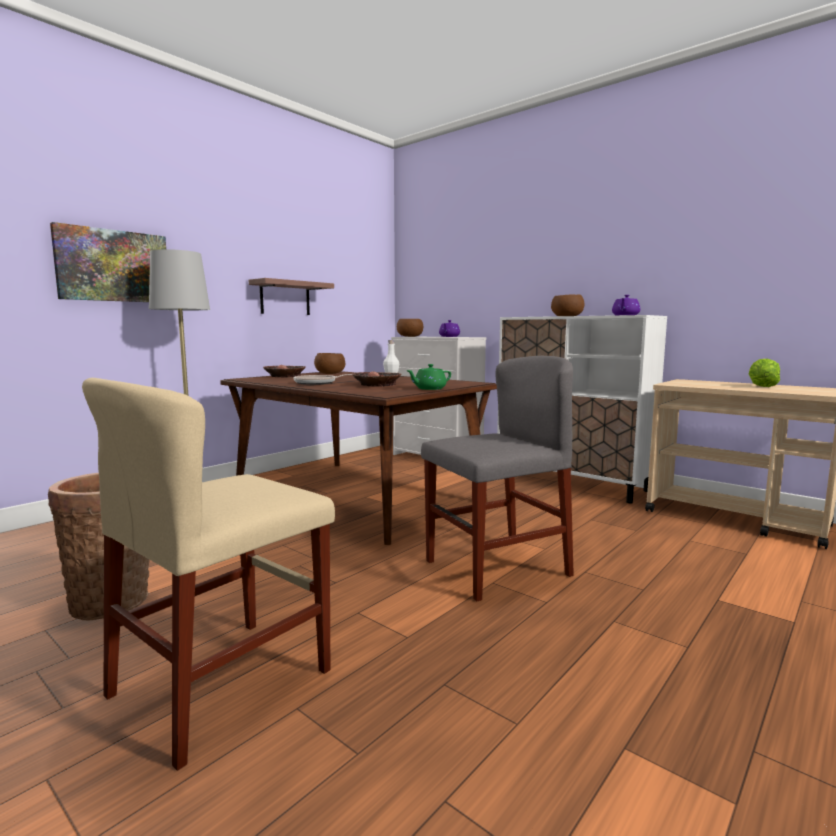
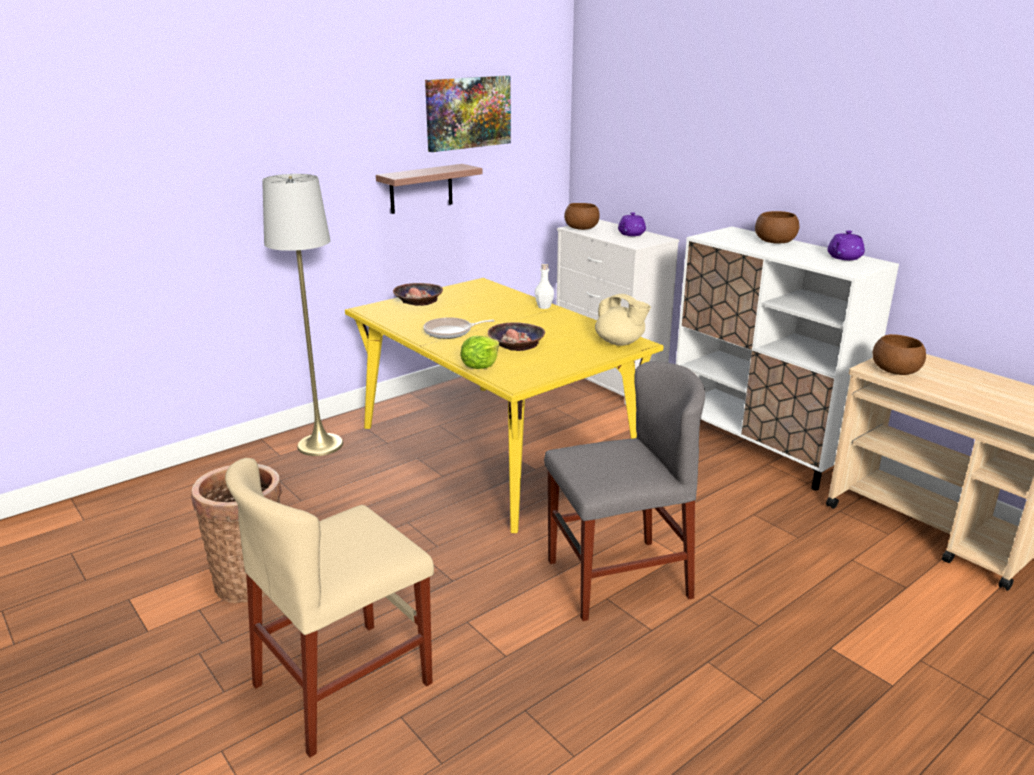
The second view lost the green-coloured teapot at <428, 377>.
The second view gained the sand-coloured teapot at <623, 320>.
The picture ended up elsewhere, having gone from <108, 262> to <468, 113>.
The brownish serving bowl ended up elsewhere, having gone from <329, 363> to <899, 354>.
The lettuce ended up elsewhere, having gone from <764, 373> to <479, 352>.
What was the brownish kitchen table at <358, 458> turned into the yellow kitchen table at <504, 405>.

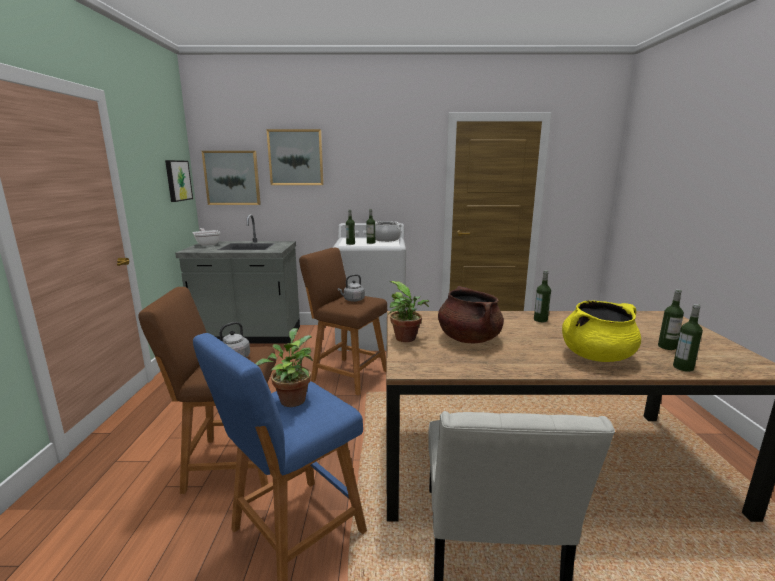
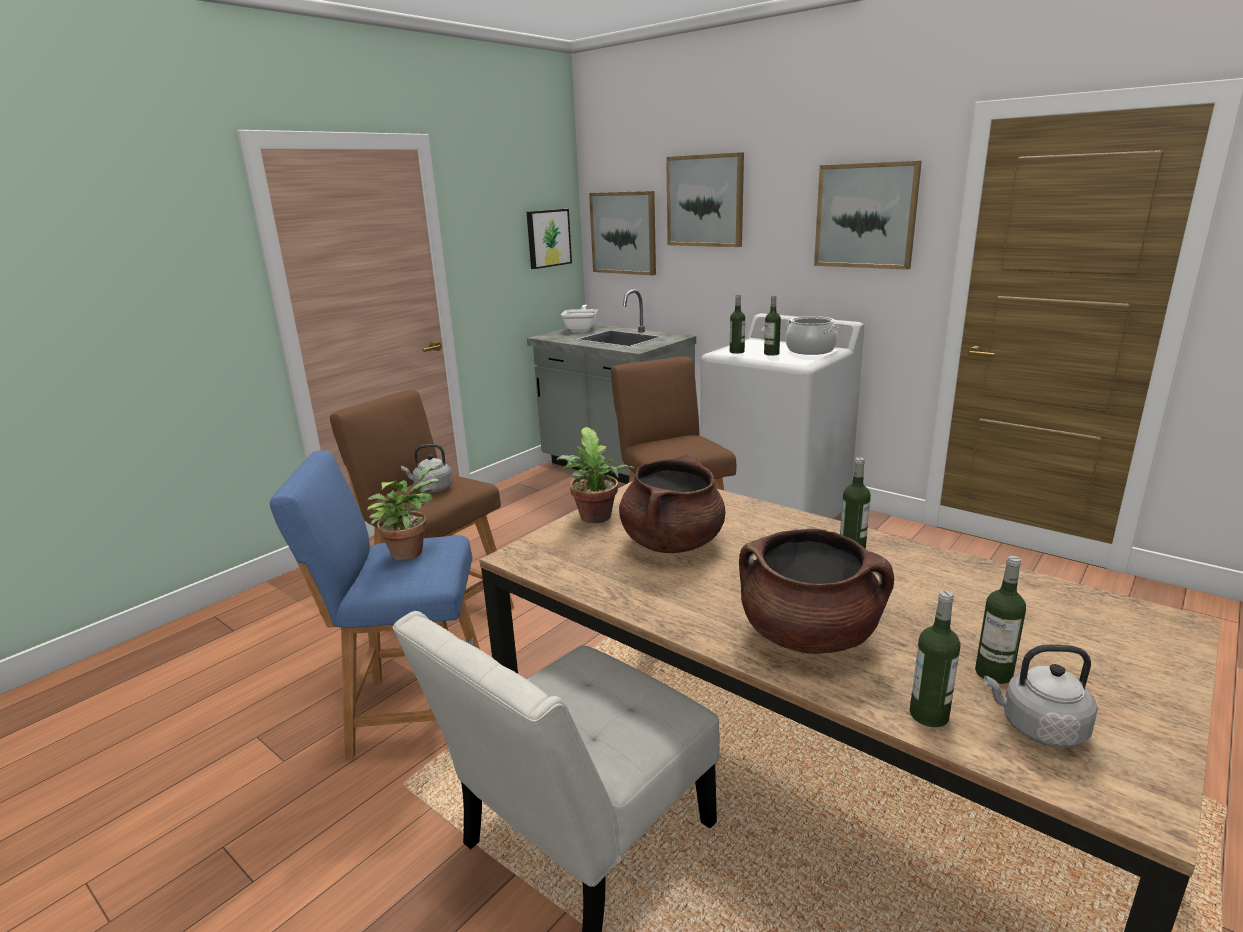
The second view gained the picture at <868, 215>.
The grey kettle ended up elsewhere, having gone from <351, 288> to <1040, 696>.
What was the yellow cooking pot at <601, 331> turned into the brownish cooking pot at <816, 591>.

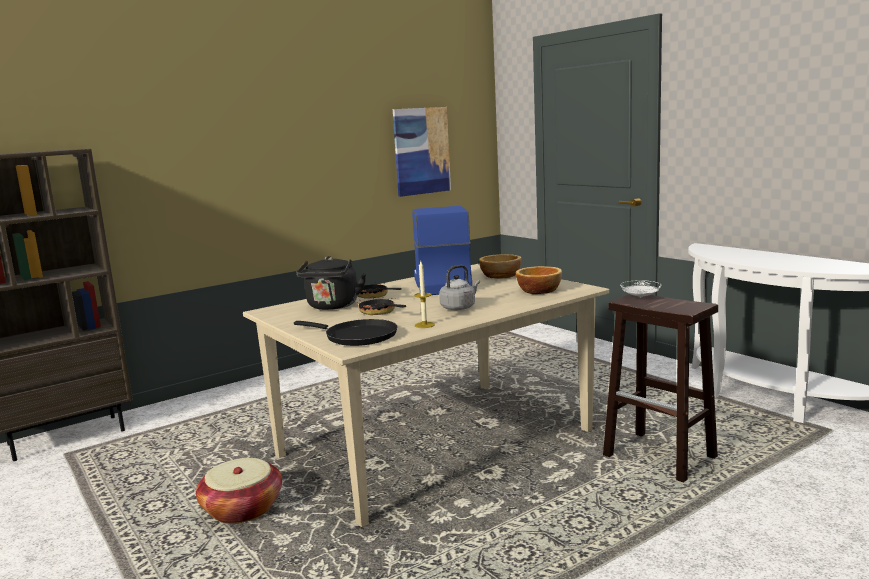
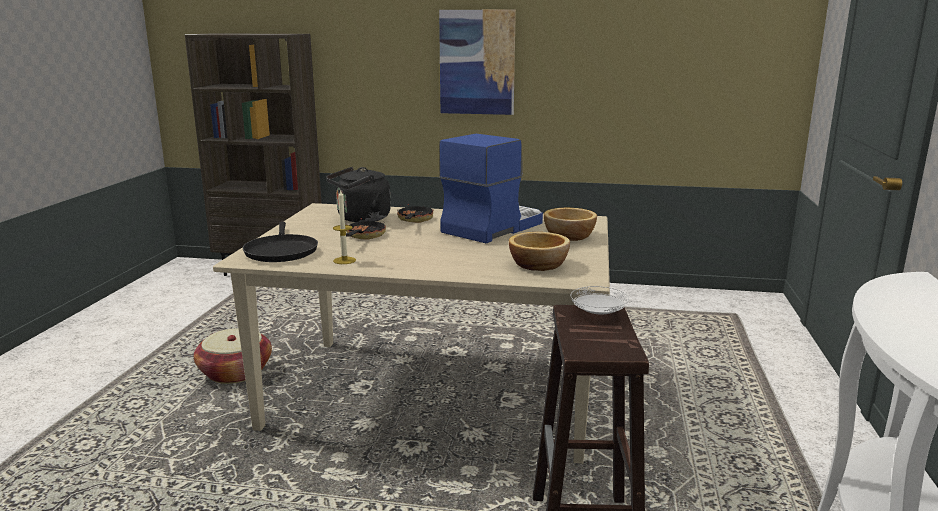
The second view lost the grey kettle at <459, 287>.
The picture ended up elsewhere, having gone from <422, 152> to <477, 62>.

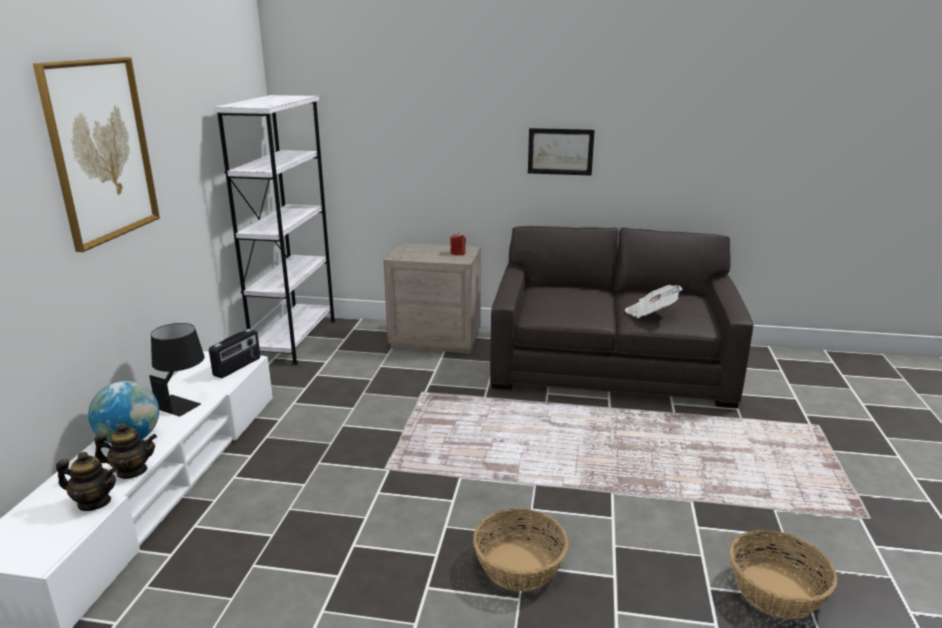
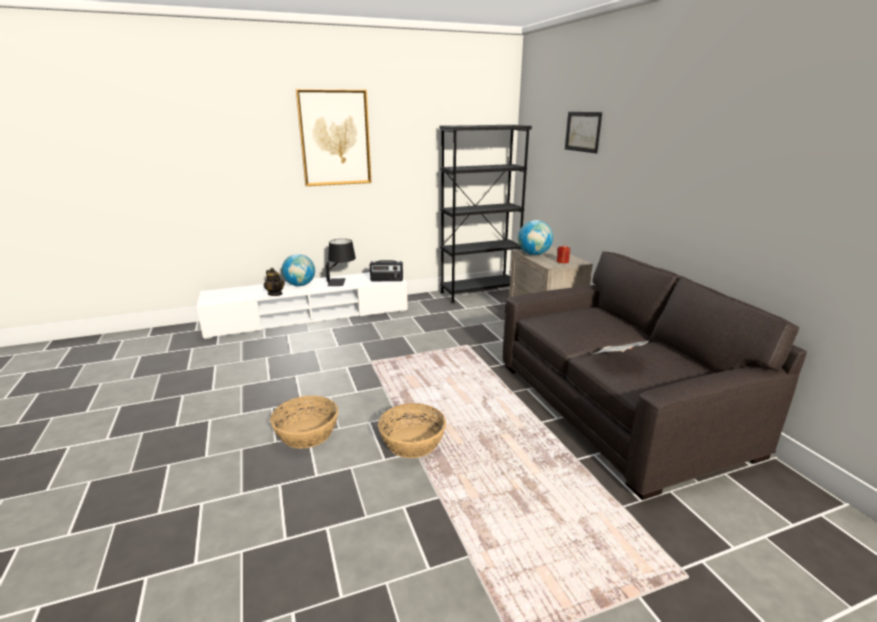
The second view lost the teapot at <86, 481>.
The second view gained the desk globe at <535, 237>.
The picture ended up elsewhere, having gone from <561, 152> to <583, 132>.
The basket ended up elsewhere, having gone from <783, 574> to <412, 430>.
What was the white bookcase at <274, 230> turned into the black bookcase at <485, 214>.

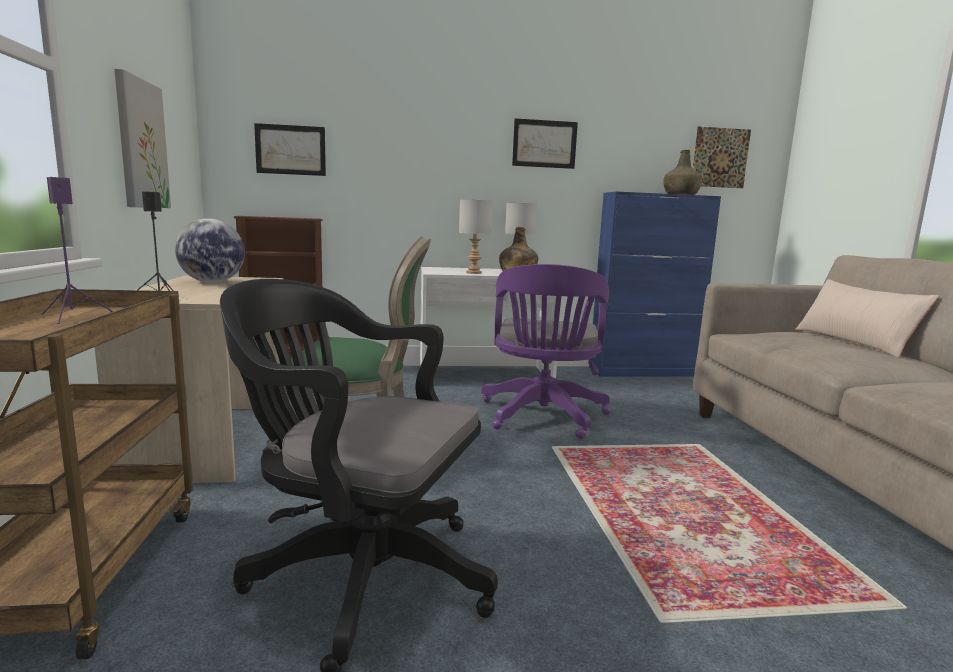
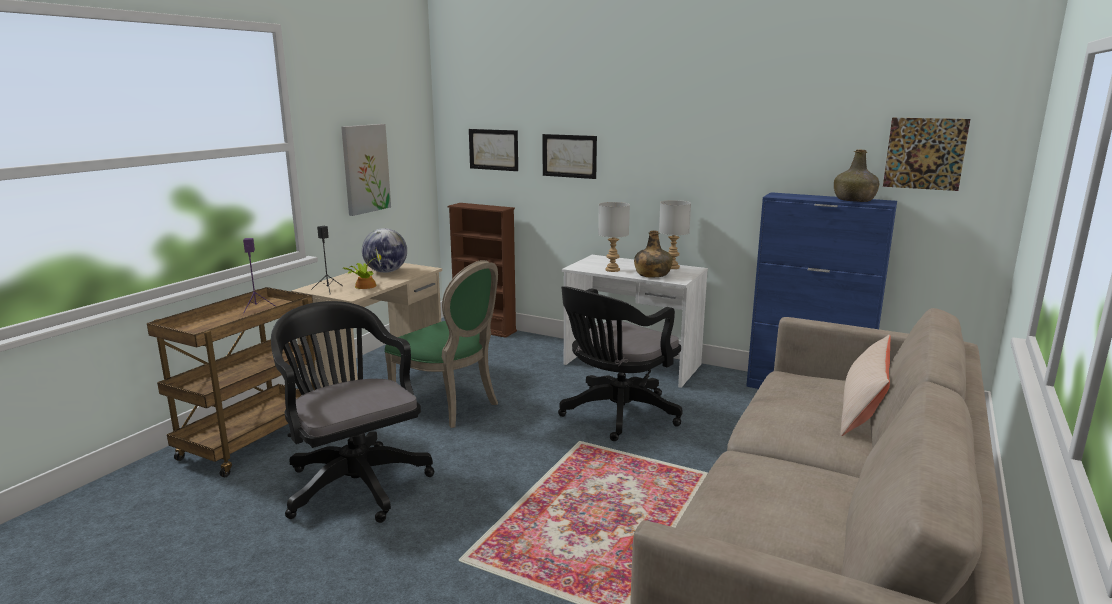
The second view gained the houseplant at <362, 268>.
The picture ended up elsewhere, having gone from <545, 143> to <569, 156>.
What was the purple desk chair at <546, 351> turned into the black desk chair at <620, 363>.

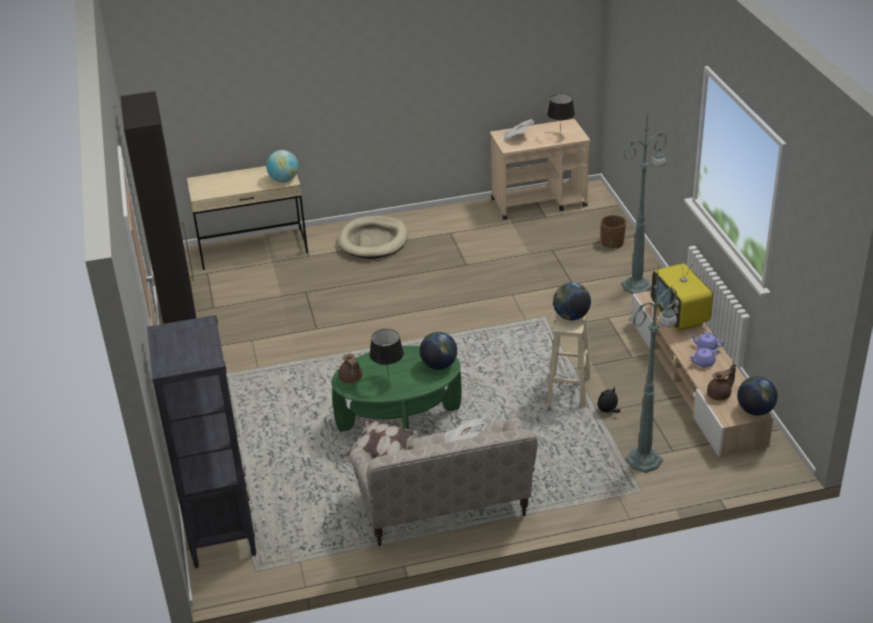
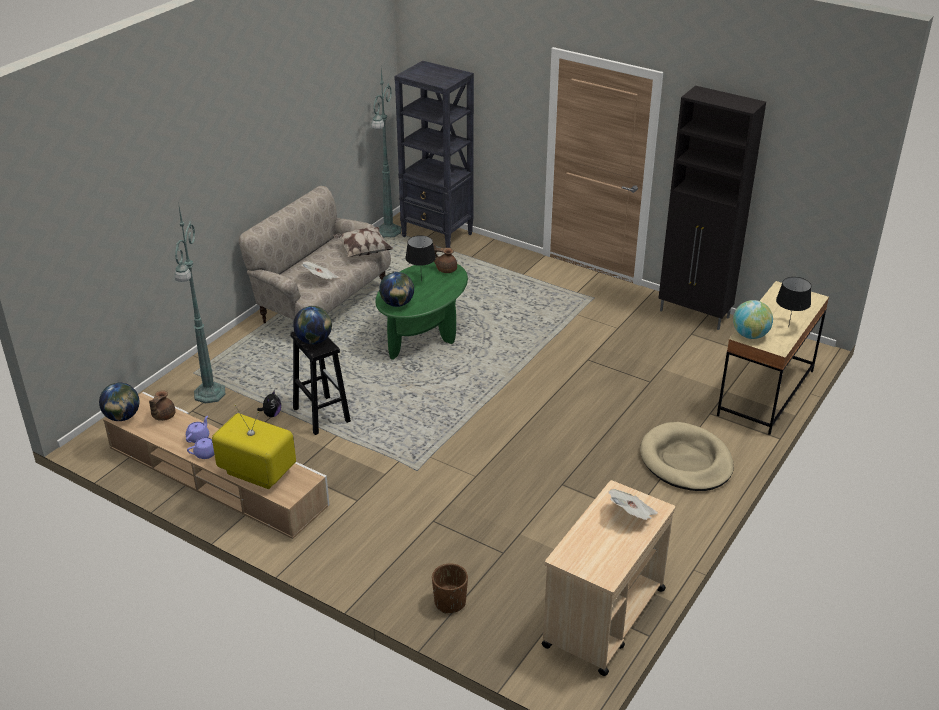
The black table lamp ended up elsewhere, having gone from <561, 115> to <793, 302>.
The green-coloured standing lamp ended up elsewhere, having gone from <644, 202> to <386, 153>.
What was the sand-coloured sitting stool at <568, 360> turned into the black sitting stool at <320, 383>.

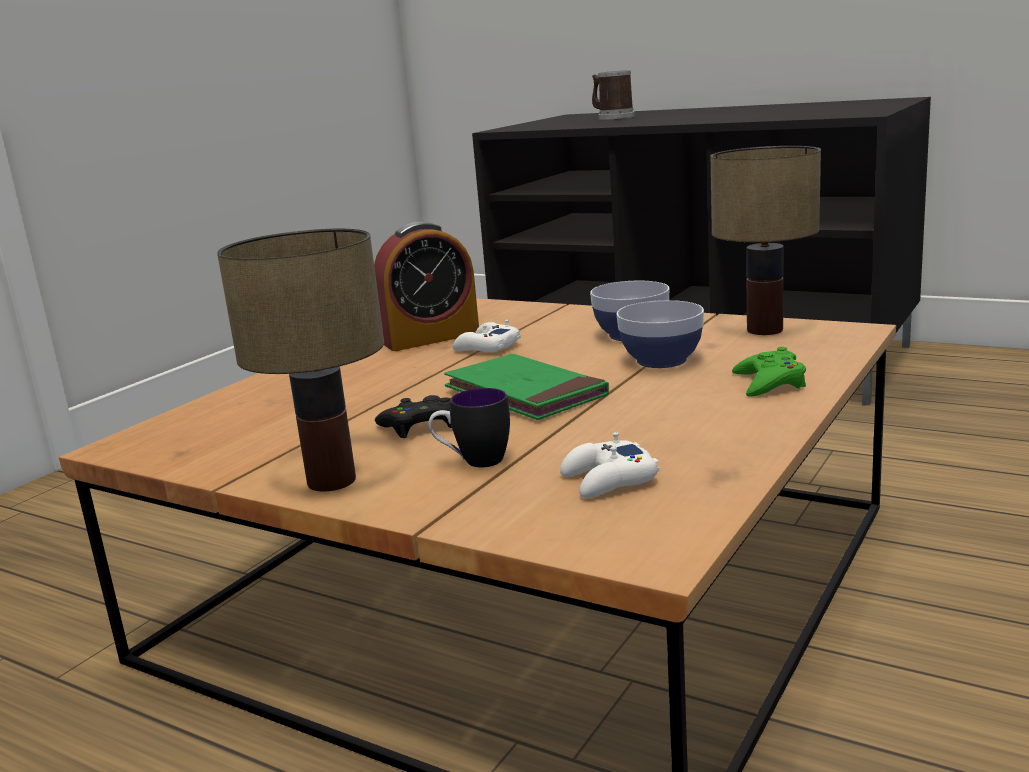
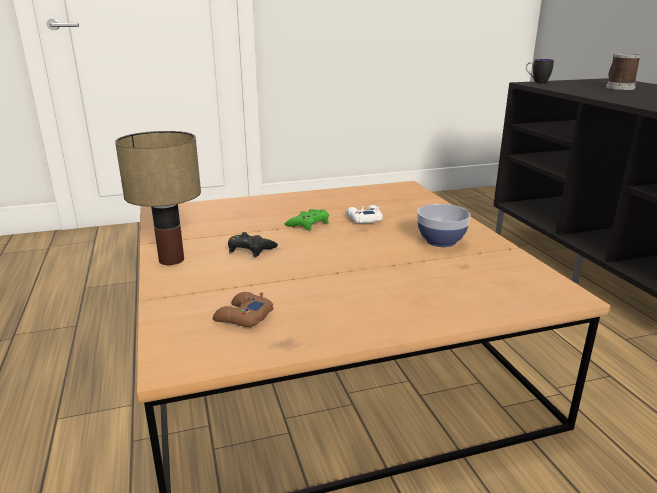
The second view lost the table clock at <426, 286>.
The second view lost the green-coloured bound book at <526, 387>.
The second view lost the serving bowl at <660, 334>.
The second view lost the table lamp at <765, 240>.
The tea mug ended up elsewhere, having gone from <469, 428> to <540, 71>.
The green-coloured game controller ended up elsewhere, having gone from <769, 372> to <307, 219>.
What was the white game controller at <609, 465> turned into the brownish game controller at <243, 309>.

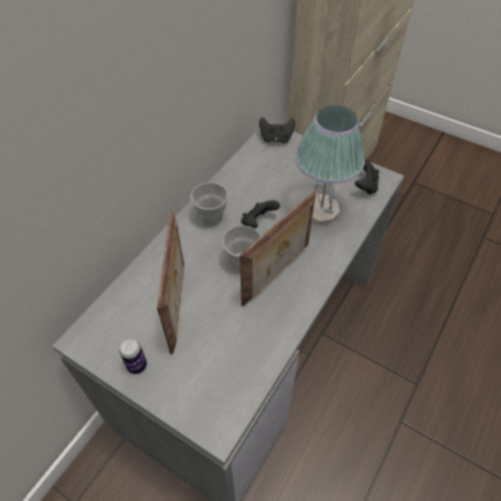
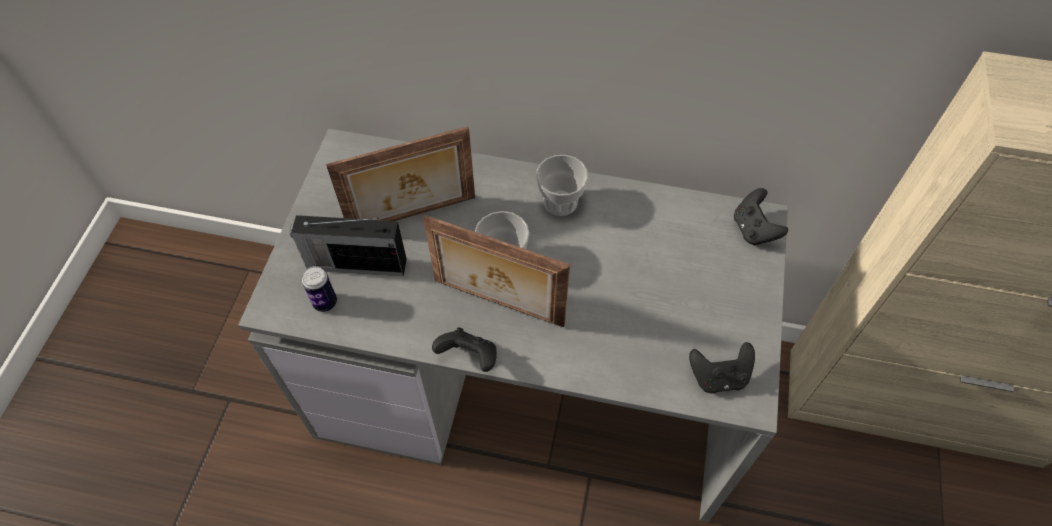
The second view lost the table lamp at <330, 165>.
The second view gained the radio set at <348, 245>.
The metal can ended up elsewhere, having gone from <133, 356> to <319, 289>.
The black game controller ended up elsewhere, having gone from <260, 214> to <464, 349>.

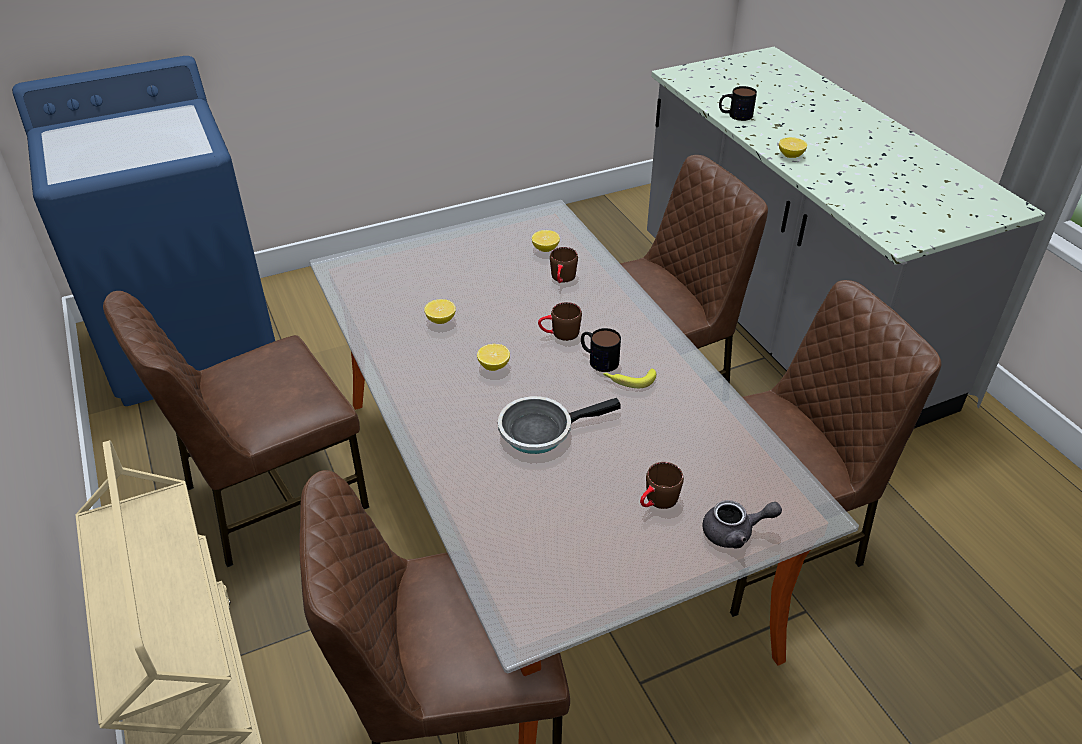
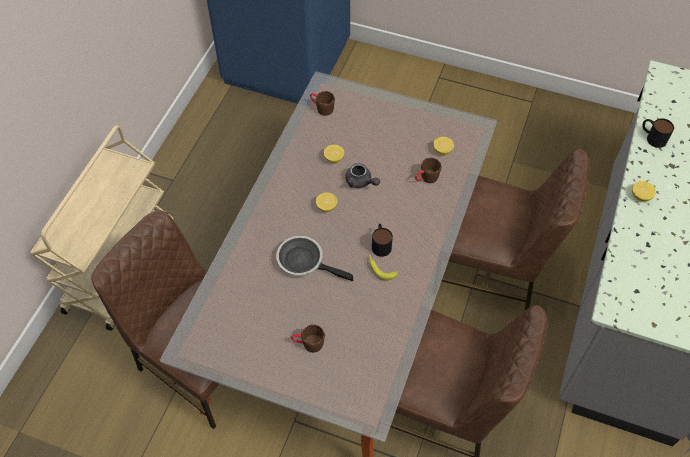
The second view lost the brownish plain chair at <236, 429>.
The brownish tea mug ended up elsewhere, having gone from <560, 321> to <322, 103>.
The grey teapot ended up elsewhere, having gone from <742, 524> to <362, 175>.

